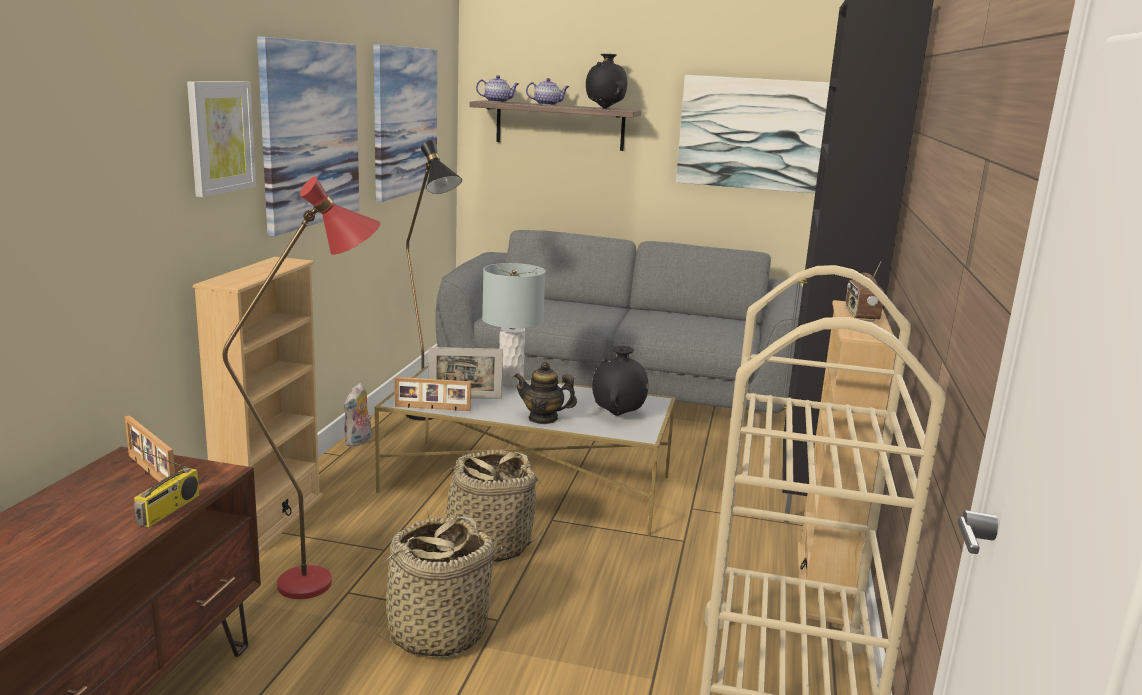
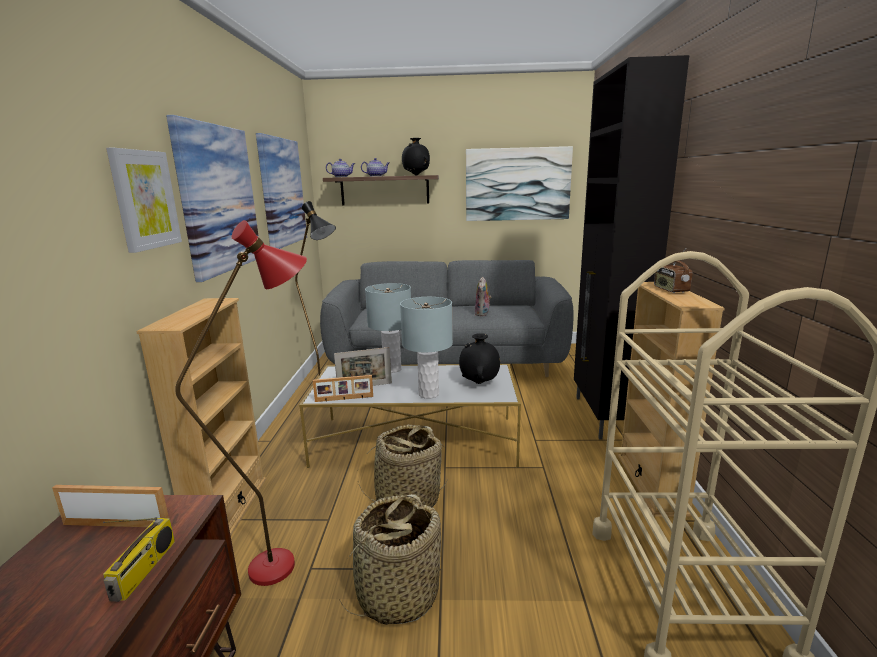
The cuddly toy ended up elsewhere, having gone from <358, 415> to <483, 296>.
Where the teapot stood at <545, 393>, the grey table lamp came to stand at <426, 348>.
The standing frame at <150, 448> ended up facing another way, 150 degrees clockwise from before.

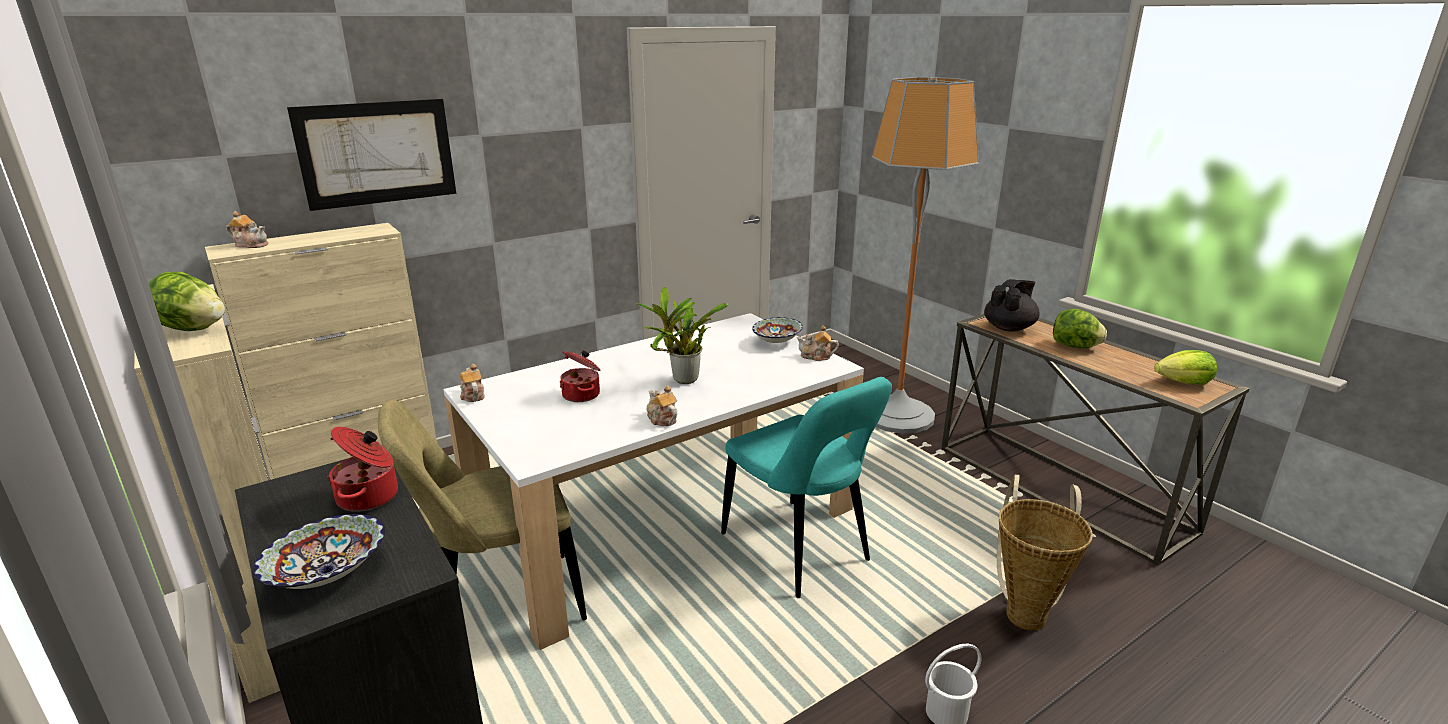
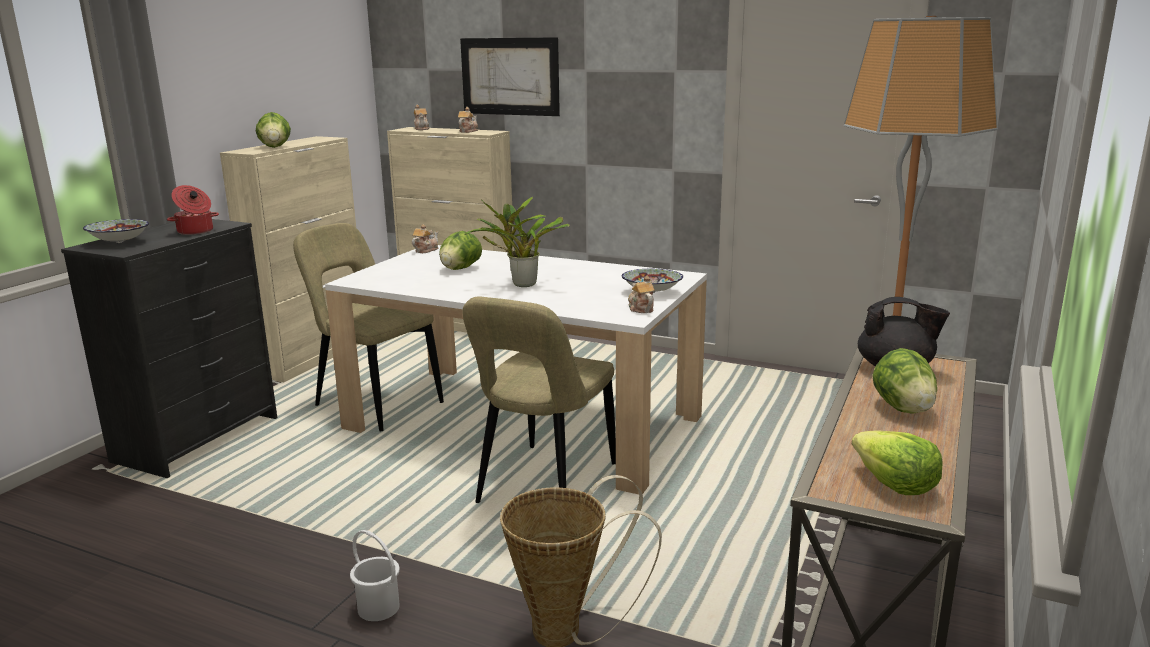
The teapot ended up elsewhere, having gone from <661, 405> to <468, 120>.
Where the cooking pot stood at <580, 376>, the lettuce came to stand at <460, 250>.
What was the turquoise-coloured plain chair at <806, 487> turned into the sand-coloured plain chair at <539, 400>.

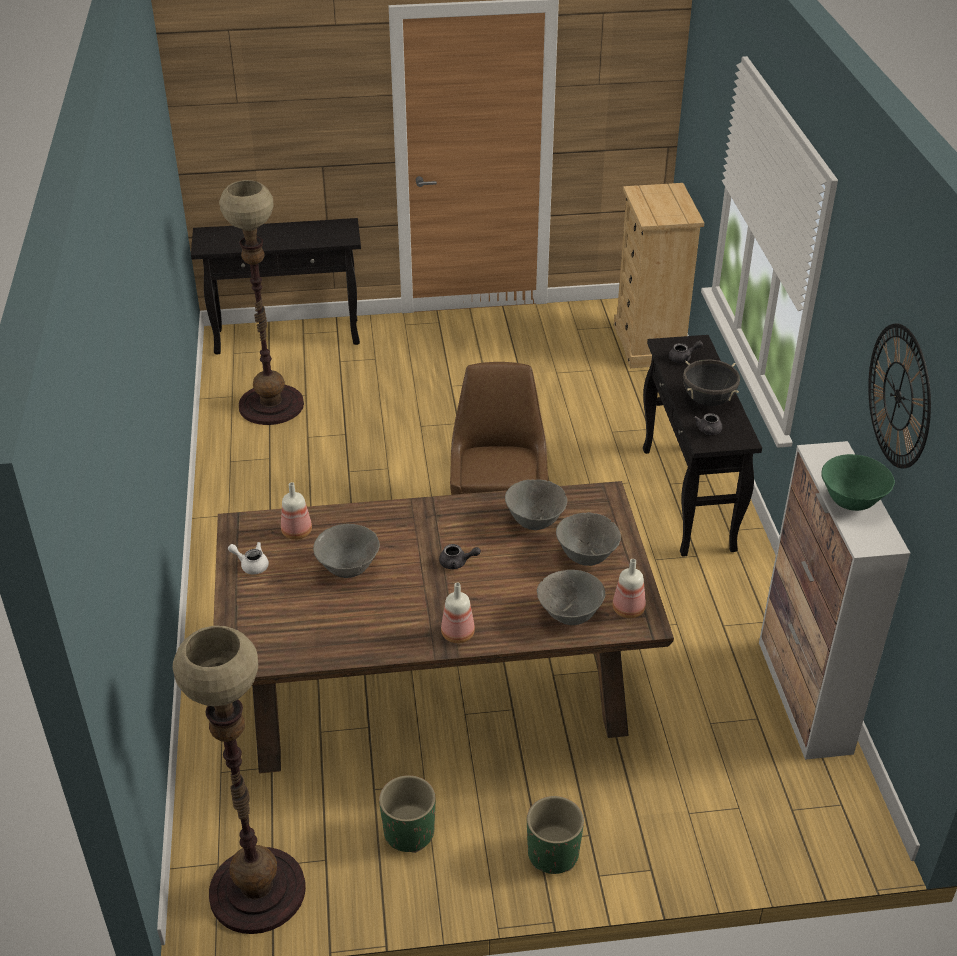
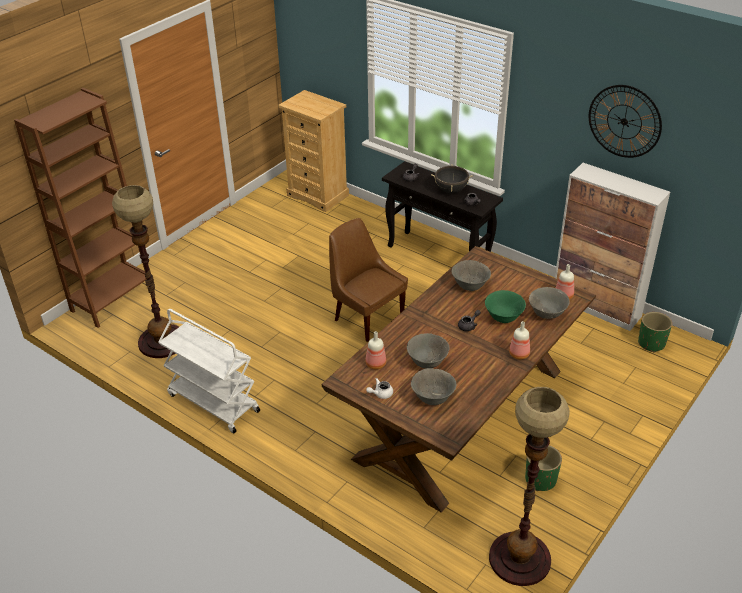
The second view gained the white trolley at <209, 371>.
The green-coloured planter ended up elsewhere, having gone from <555, 835> to <655, 332>.
The grey serving bowl ended up elsewhere, having gone from <588, 539> to <433, 386>.
The green-coloured serving bowl ended up elsewhere, having gone from <858, 482> to <505, 306>.
Where the black hall table stood at <276, 286>, the brownish bookcase came to stand at <80, 208>.

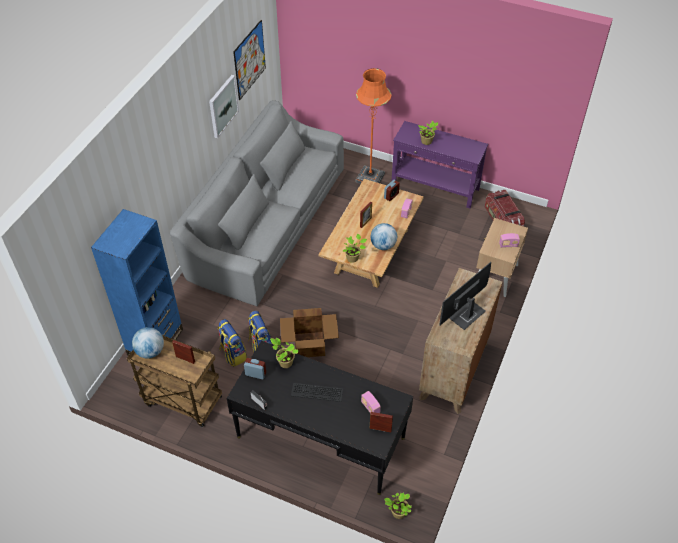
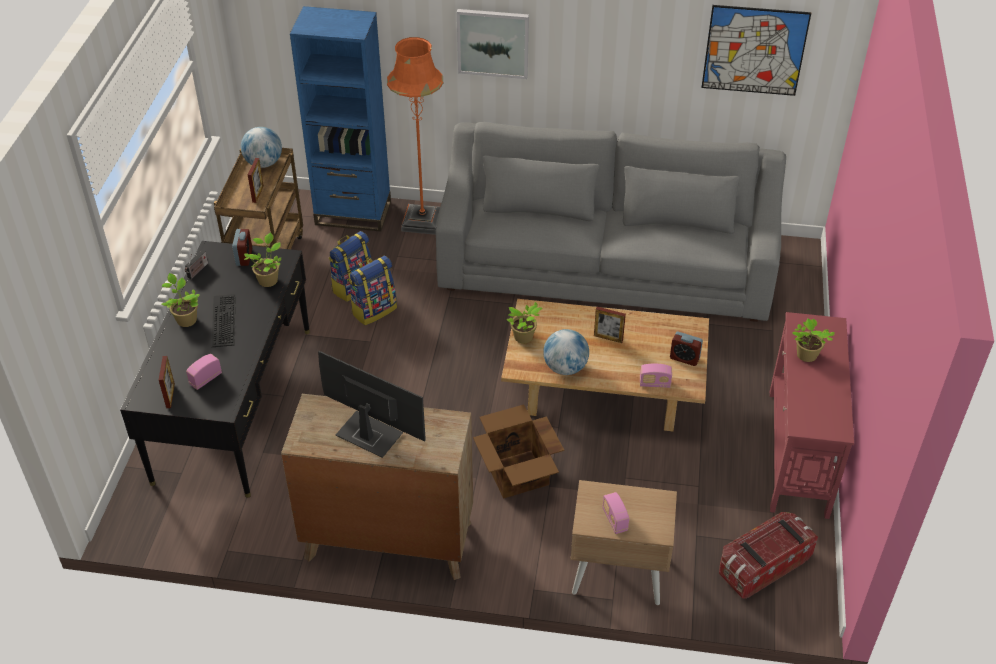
The picture ended up elsewhere, having gone from <224, 106> to <493, 44>.
The cardboard box ended up elsewhere, having gone from <309, 332> to <518, 452>.
The orange-coloured standing lamp ended up elsewhere, having gone from <374, 126> to <415, 136>.
The houseplant ended up elsewhere, having gone from <398, 506> to <181, 300>.
What was the purple hall table at <440, 165> turned into the reddish hall table at <812, 415>.

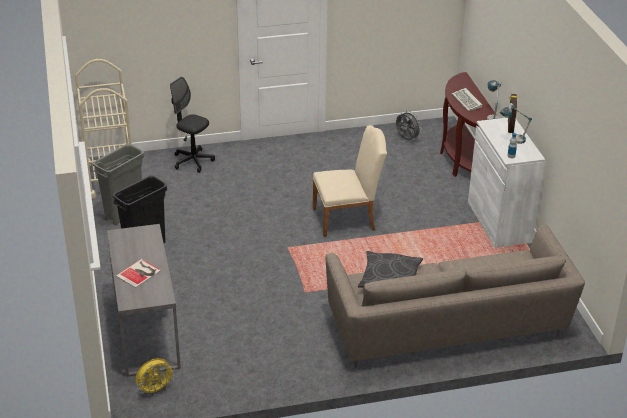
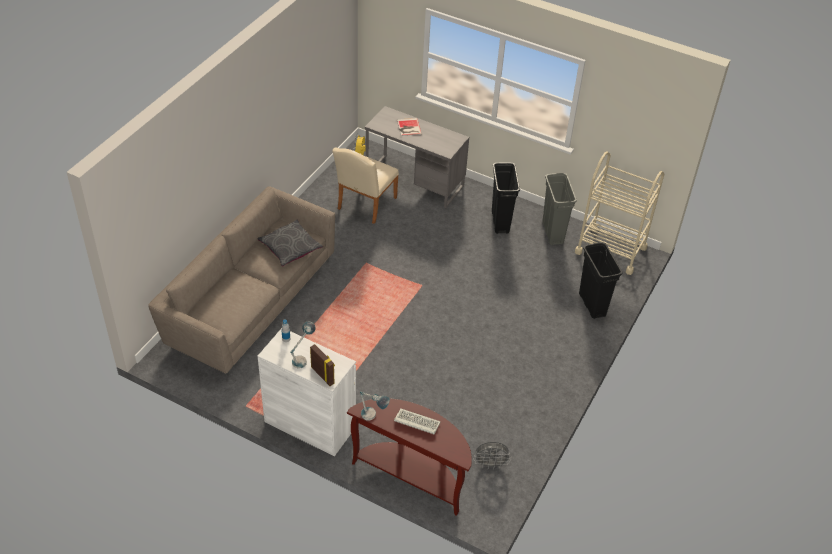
The sand-coloured plain chair ended up elsewhere, having gone from <350, 181> to <365, 185>.
Where the black desk chair stood at <192, 125>, the black trash can came to stand at <601, 280>.

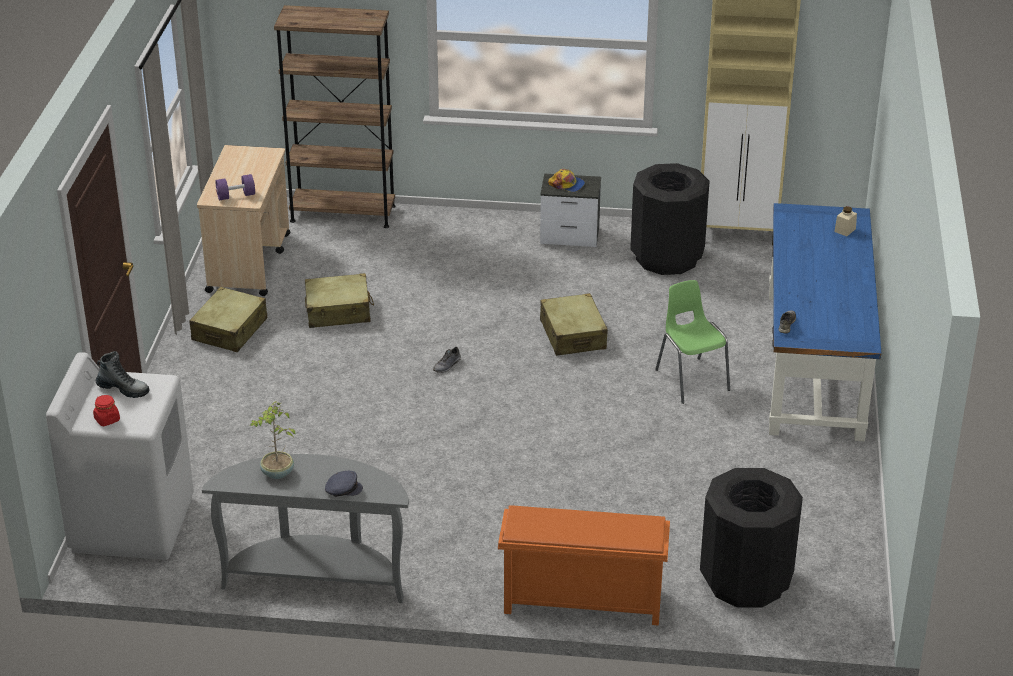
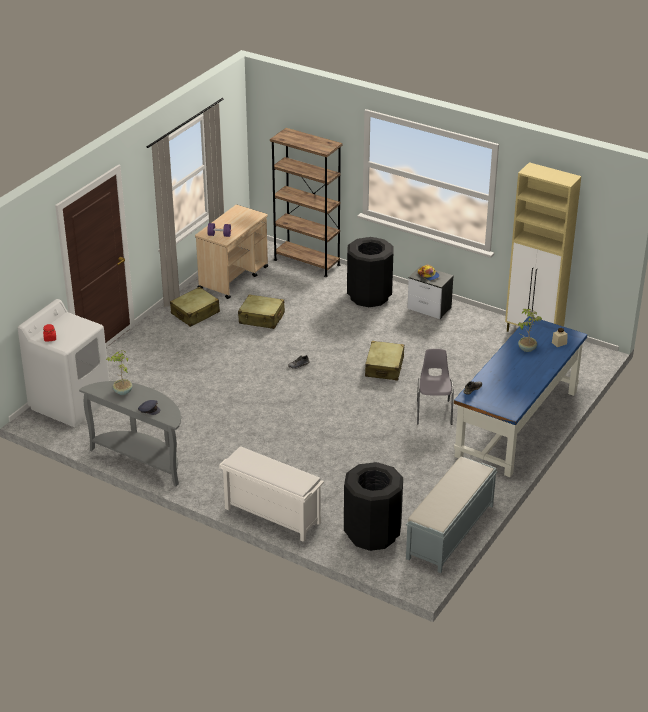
The second view lost the tall boot at <123, 374>.
The second view gained the grey bench at <452, 515>.
The second view gained the houseplant at <530, 330>.
The black trash can ended up elsewhere, having gone from <670, 219> to <370, 272>.
What was the orange-coloured shoe rack at <584, 565> turned into the white shoe rack at <271, 494>.
What was the green-coloured plain chair at <692, 342> turned into the grey plain chair at <435, 387>.

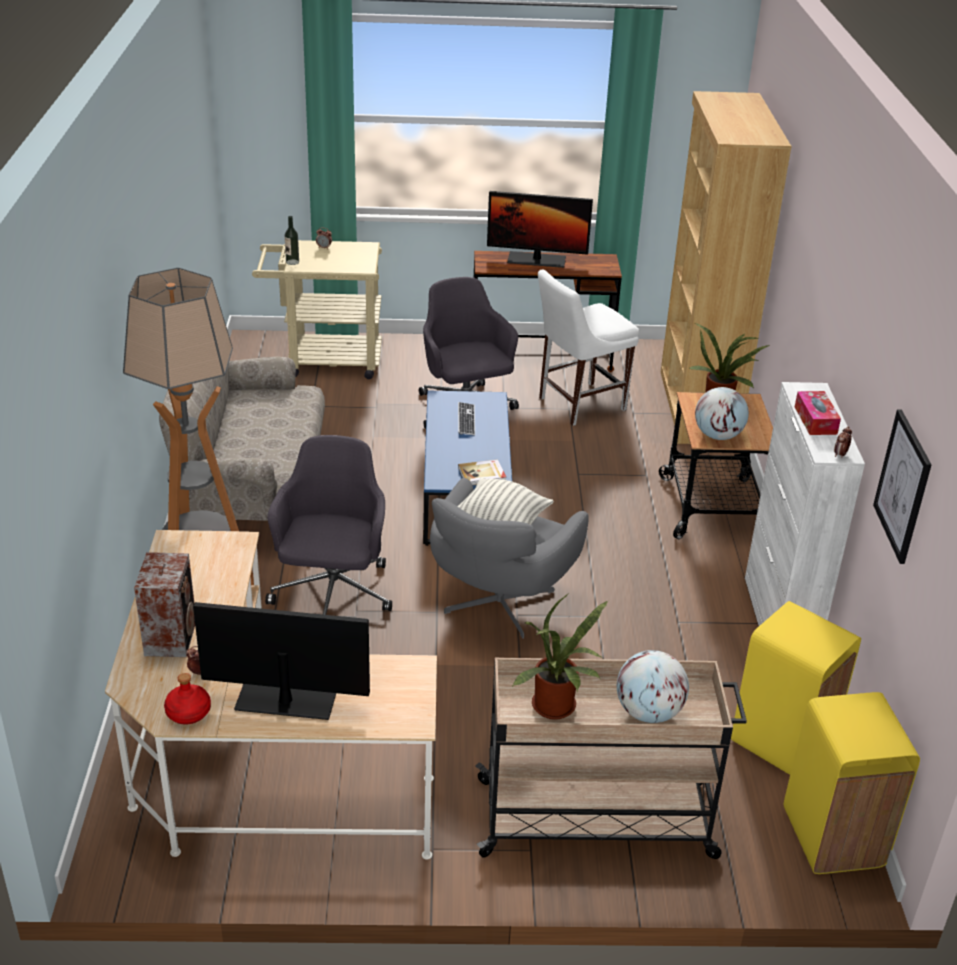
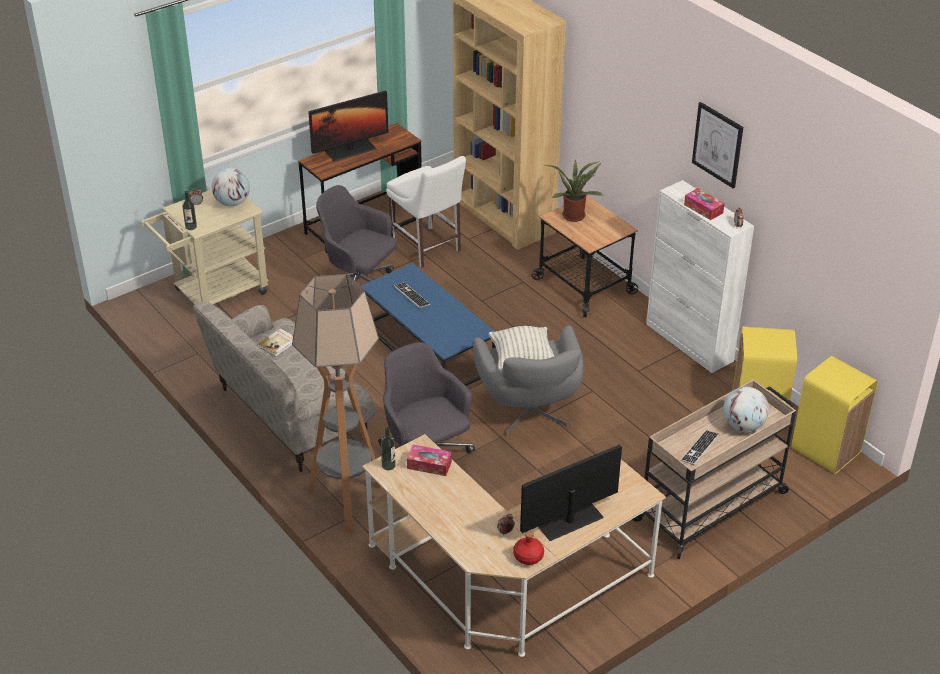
The second view lost the audio speaker at <164, 604>.
The second view gained the drink bottle at <388, 448>.
The second view gained the tissue box at <429, 460>.
The bound book ended up elsewhere, having gone from <482, 472> to <275, 342>.
The desk globe ended up elsewhere, having gone from <722, 413> to <230, 187>.
The picture ended up elsewhere, having gone from <902, 486> to <717, 145>.
Where the houseplant stood at <560, 656>, the PC keyboard came to stand at <700, 447>.
The white plain chair at <588, 347> ended up facing another way, 60 degrees counterclockwise from before.

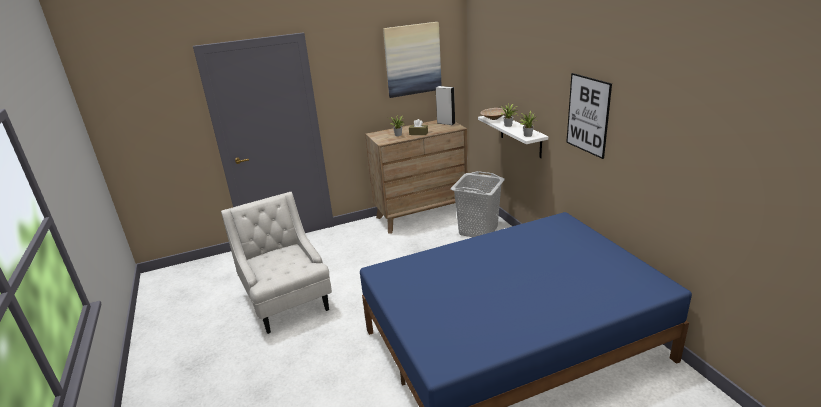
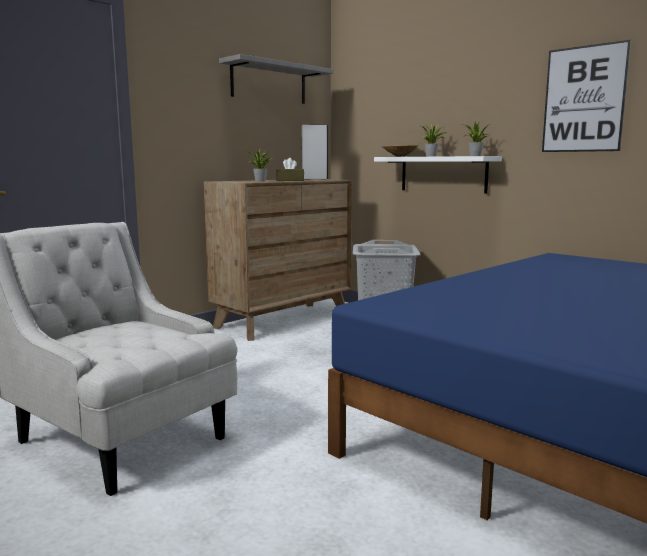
Where the picture hung at <412, 60>, the grey bracket shelf came to hang at <276, 79>.

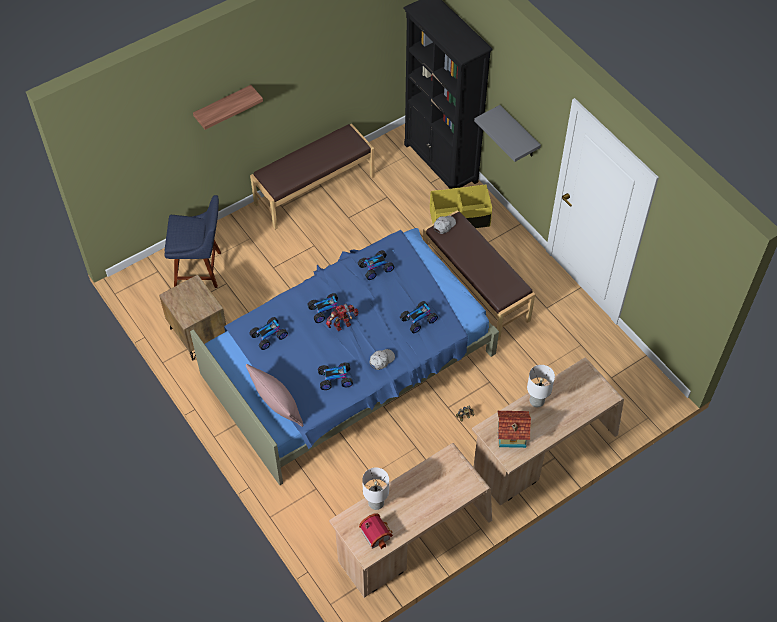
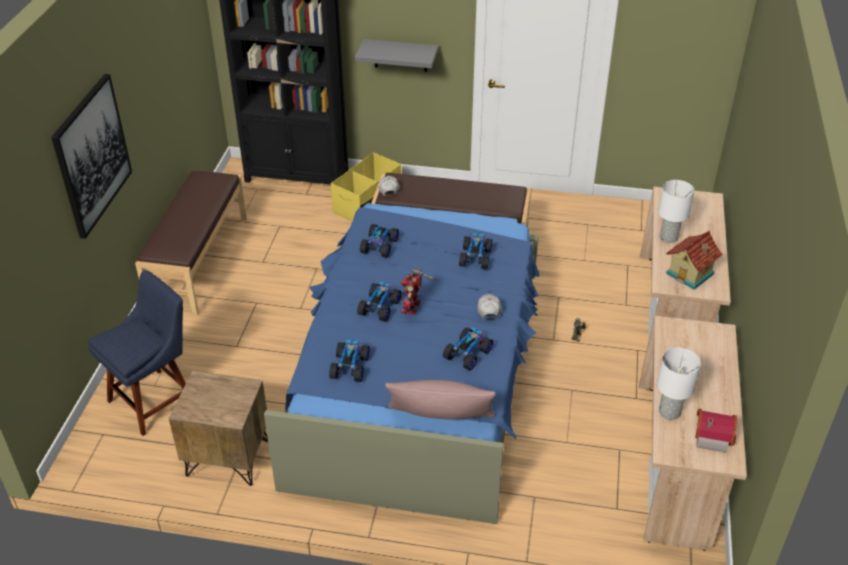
Where the bracket shelf hung at <228, 107>, the picture came to hang at <91, 156>.

